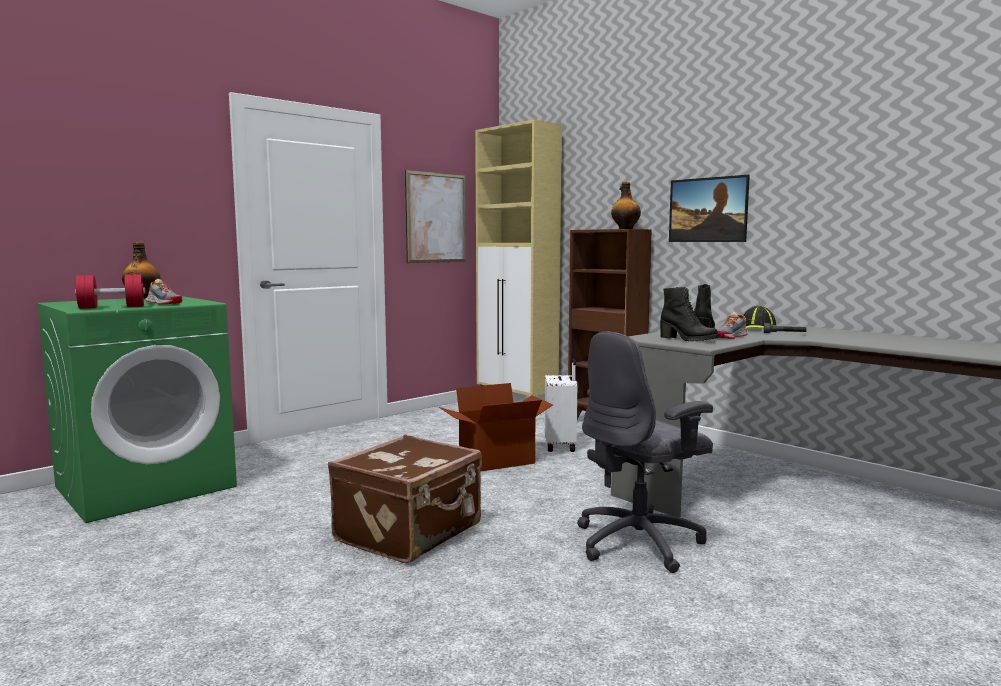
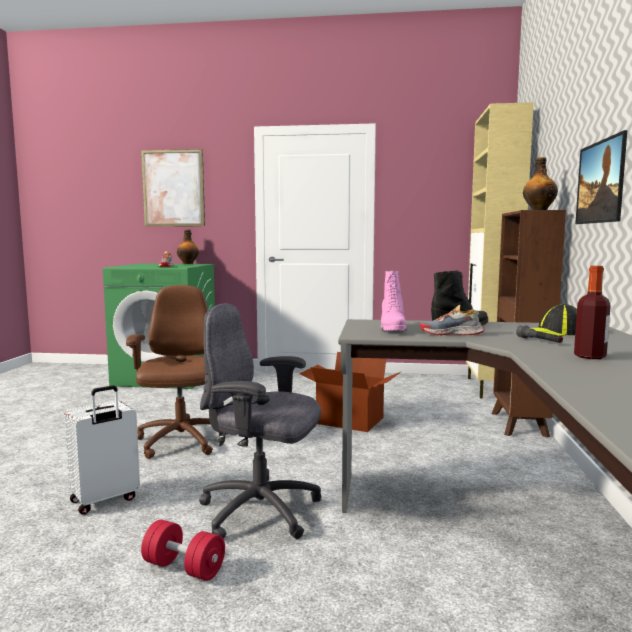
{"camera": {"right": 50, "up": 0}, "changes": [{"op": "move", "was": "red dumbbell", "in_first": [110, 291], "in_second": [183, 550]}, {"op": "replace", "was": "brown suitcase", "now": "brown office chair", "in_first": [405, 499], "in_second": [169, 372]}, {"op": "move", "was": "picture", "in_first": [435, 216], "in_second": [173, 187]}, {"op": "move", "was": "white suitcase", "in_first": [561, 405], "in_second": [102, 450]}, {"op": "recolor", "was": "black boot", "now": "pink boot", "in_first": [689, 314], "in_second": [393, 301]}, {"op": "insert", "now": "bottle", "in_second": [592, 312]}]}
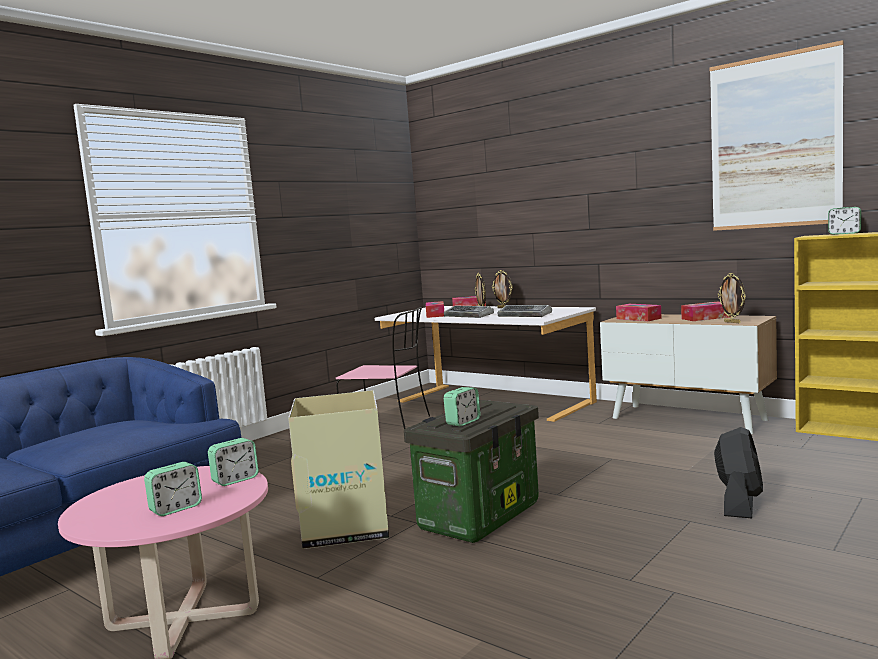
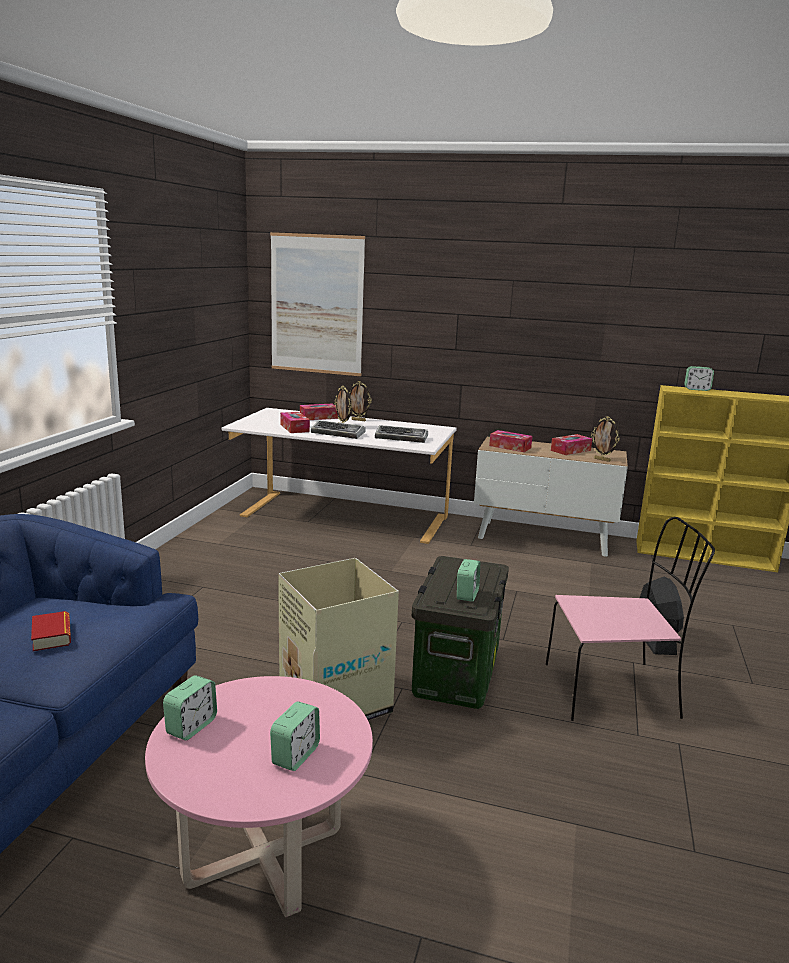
{"camera": {"right": -25, "up": 10}, "changes": [{"op": "move", "was": "alarm clock", "in_first": [233, 462], "in_second": [190, 707]}, {"op": "move", "was": "pink chair", "in_first": [383, 368], "in_second": [630, 619]}, {"op": "move", "was": "picture", "in_first": [776, 135], "in_second": [317, 304]}, {"op": "insert", "now": "book", "in_second": [51, 631]}]}
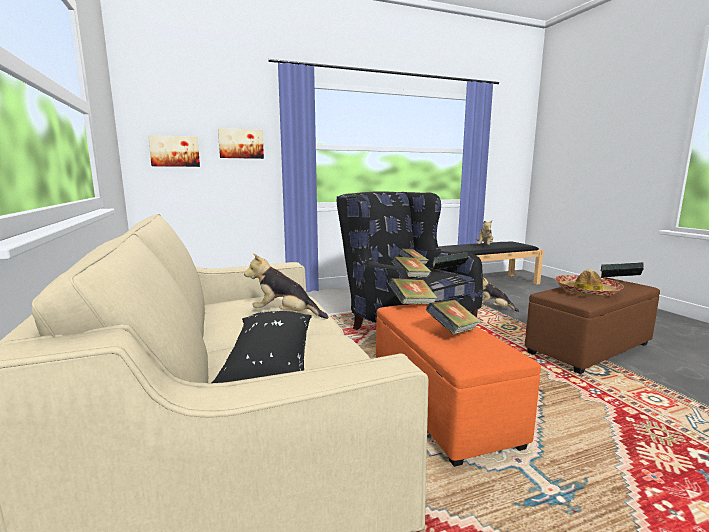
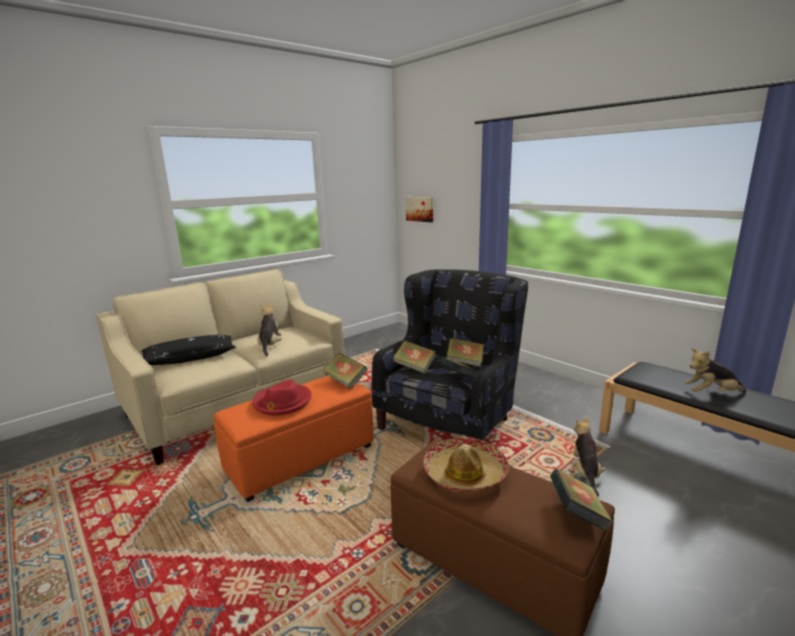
{"camera": {"right": 70, "up": 5}, "changes": [{"op": "delete", "was": "picture", "in_first": [241, 143]}, {"op": "replace", "was": "book", "now": "red hat", "in_first": [453, 317], "in_second": [281, 397]}]}
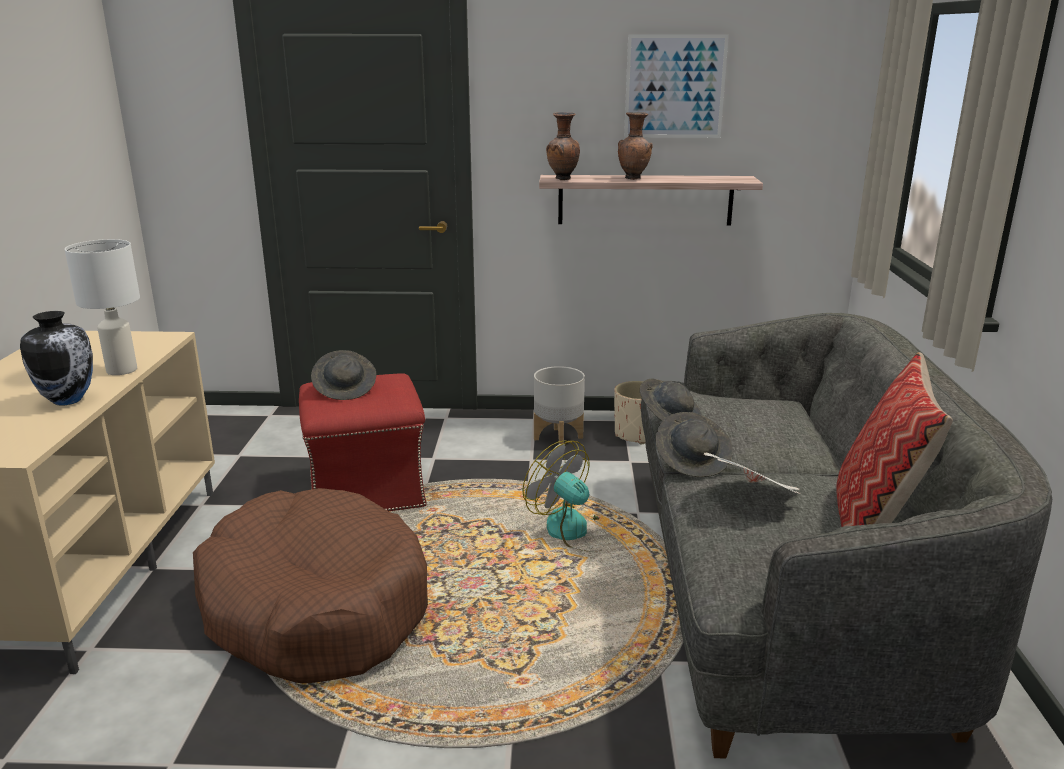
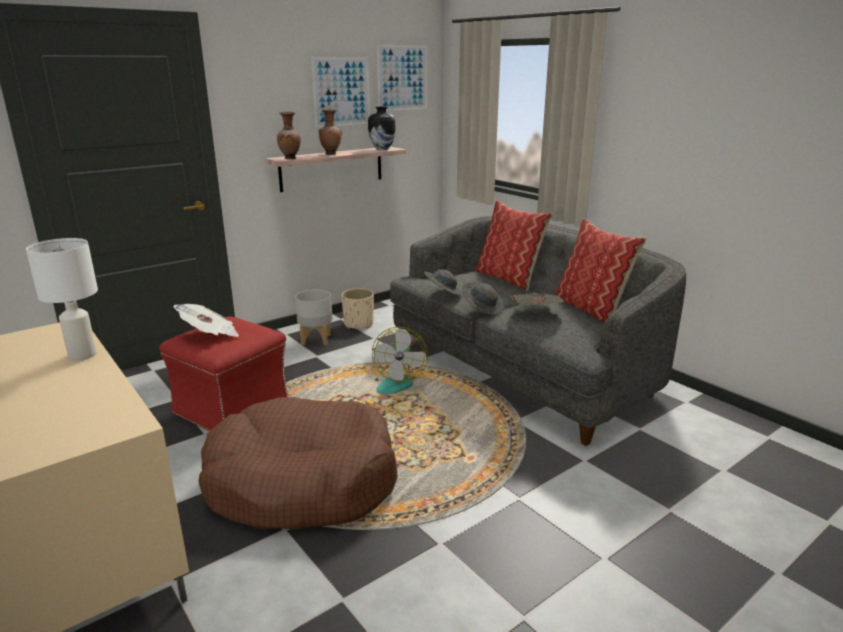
{"camera": {"right": -40, "up": 0}, "changes": [{"op": "move", "was": "vase", "in_first": [56, 358], "in_second": [382, 128]}, {"op": "replace", "was": "grey hat", "now": "newspaper", "in_first": [343, 375], "in_second": [206, 320]}, {"op": "rotate", "was": "fan", "in_first": [561, 496], "in_second": [400, 360], "clockwise": -90}, {"op": "insert", "now": "picture", "in_second": [402, 78]}, {"op": "insert", "now": "pillow", "in_second": [514, 245]}]}
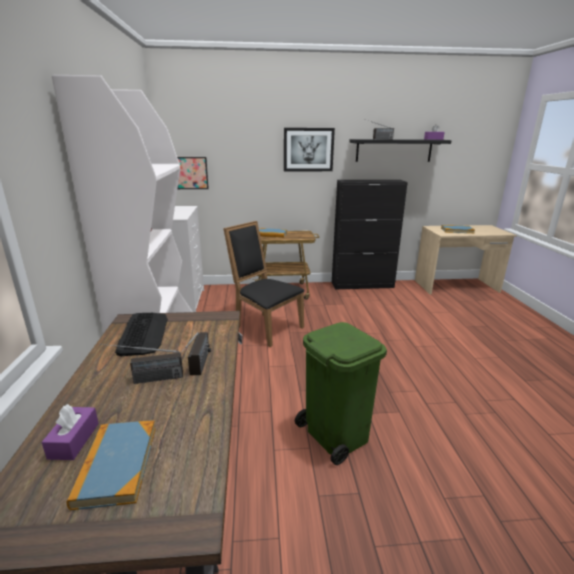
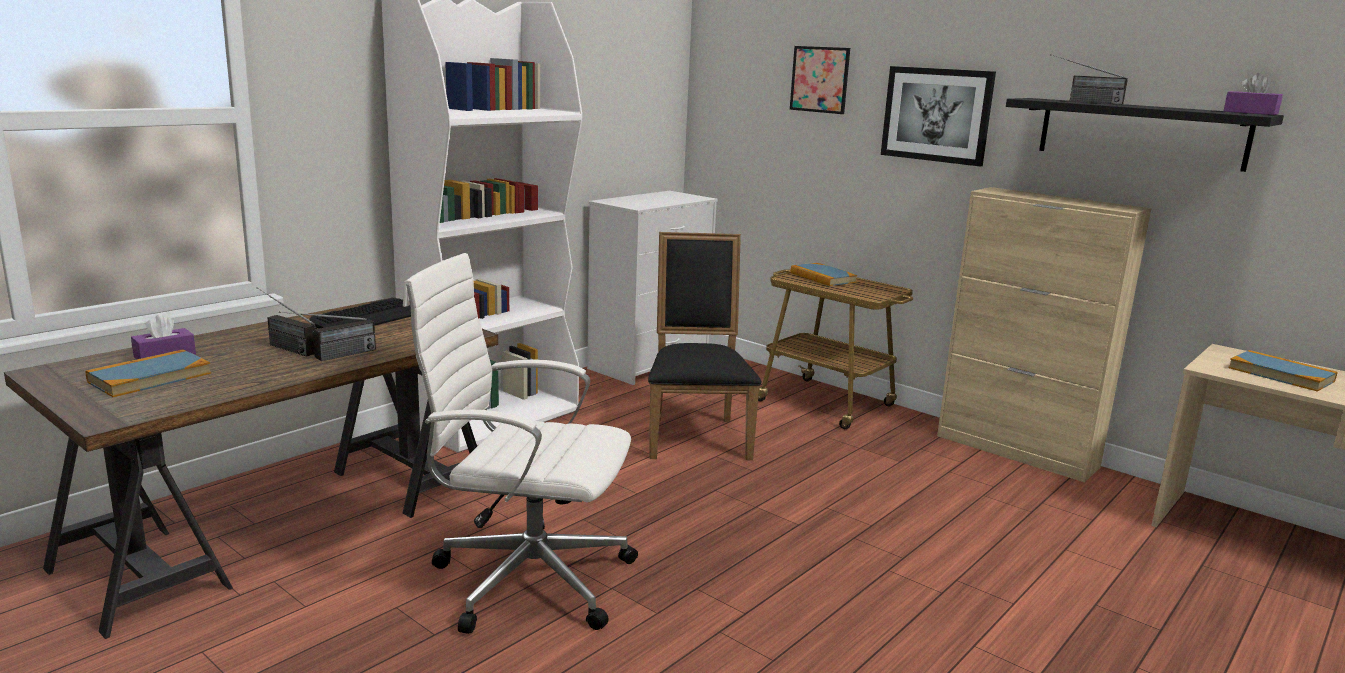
{"camera": {"right": 45, "up": -5}, "changes": [{"op": "move", "was": "picture", "in_first": [193, 173], "in_second": [820, 80]}, {"op": "replace", "was": "green trash can", "now": "white office chair", "in_first": [341, 393], "in_second": [520, 443]}, {"op": "recolor", "was": "black cabinet", "now": "beige cabinet", "in_first": [370, 234], "in_second": [1044, 334]}]}
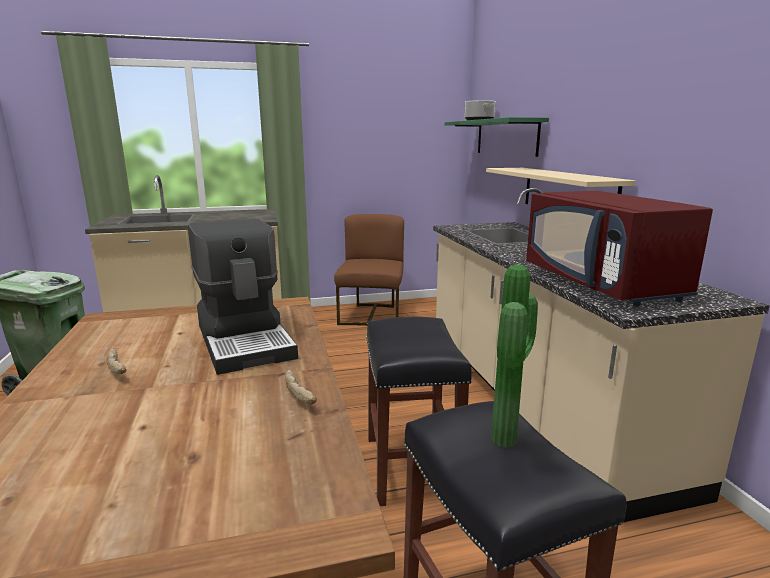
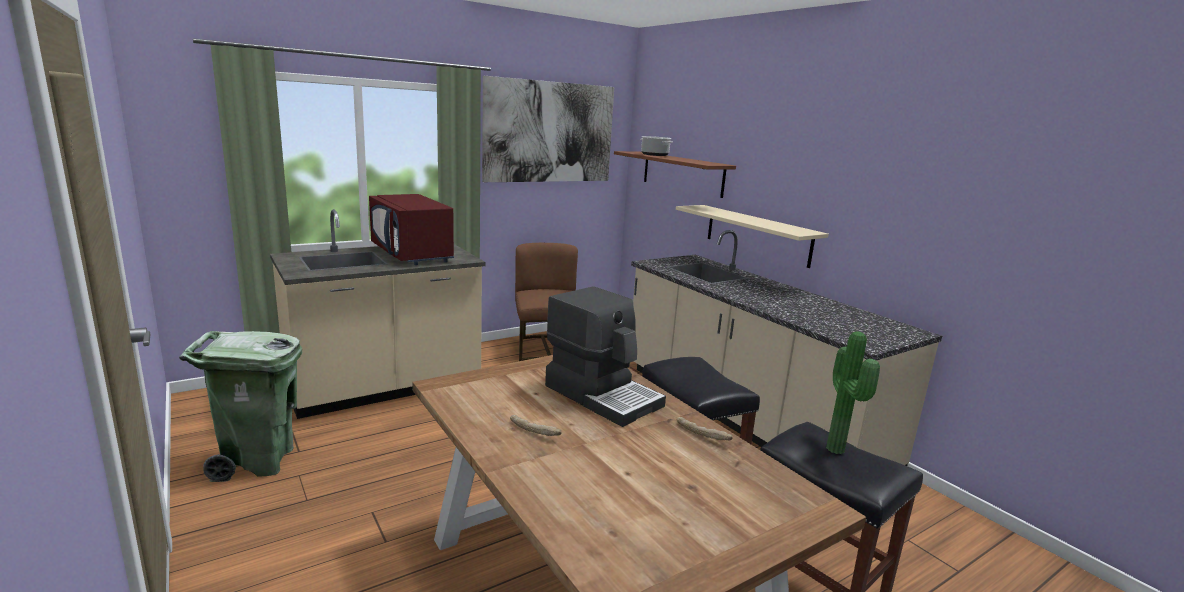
{"camera": {"right": -20, "up": 0}, "changes": [{"op": "recolor", "was": "green shelf", "now": "brown shelf", "in_first": [497, 137], "in_second": [675, 174]}, {"op": "move", "was": "red microwave", "in_first": [619, 249], "in_second": [411, 229]}, {"op": "insert", "now": "picture", "in_second": [548, 129]}]}
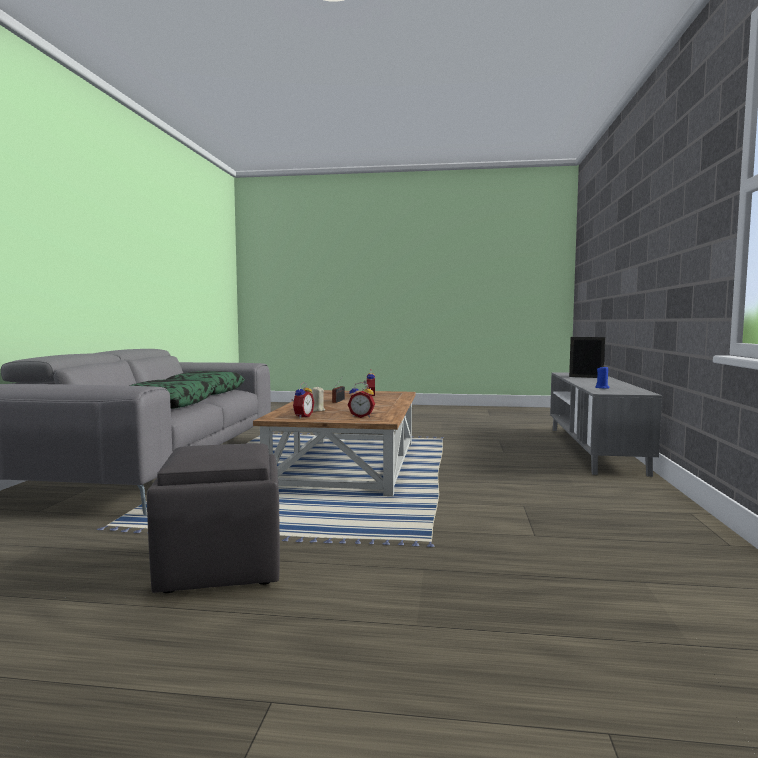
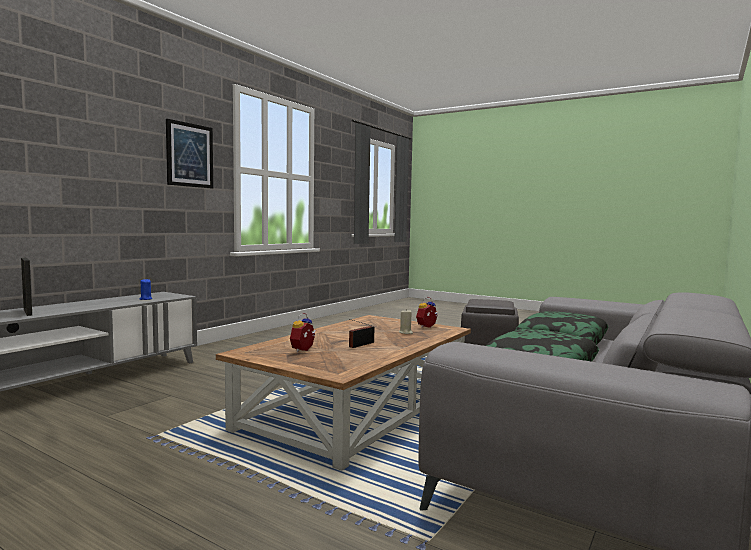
{"camera": {"right": -155, "up": 0}, "changes": [{"op": "delete", "was": "alarm clock", "in_first": [361, 400]}, {"op": "insert", "now": "picture", "in_second": [189, 153]}]}
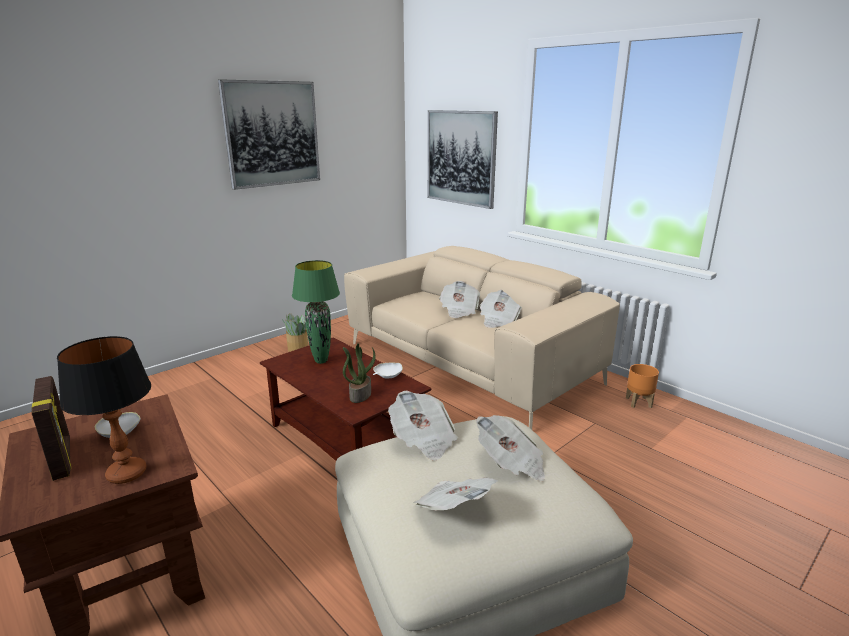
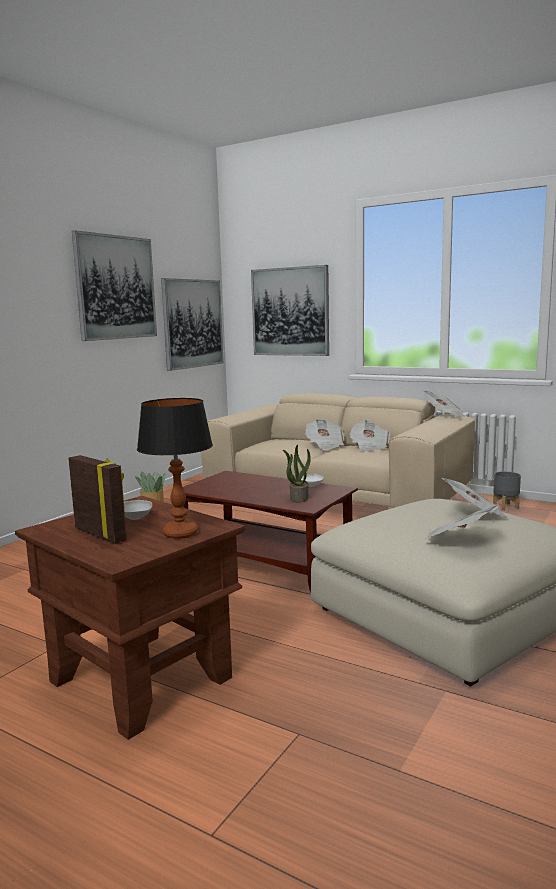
{"camera": {"right": -15, "up": -10}, "changes": [{"op": "delete", "was": "green table lamp", "in_first": [316, 312]}, {"op": "move", "was": "newspaper", "in_first": [423, 426], "in_second": [443, 404]}, {"op": "recolor", "was": "orange planter", "now": "grey planter", "in_first": [642, 386], "in_second": [507, 491]}, {"op": "insert", "now": "picture", "in_second": [192, 324]}]}
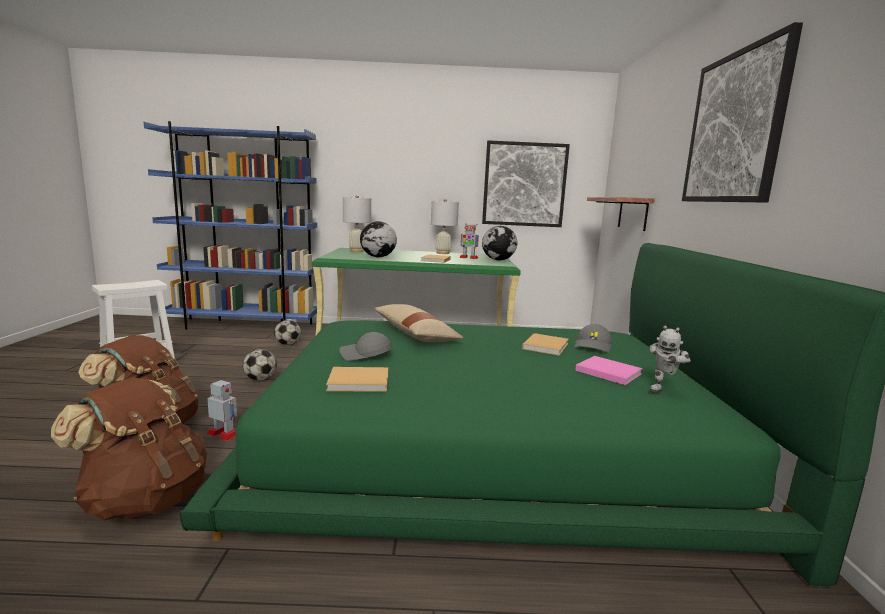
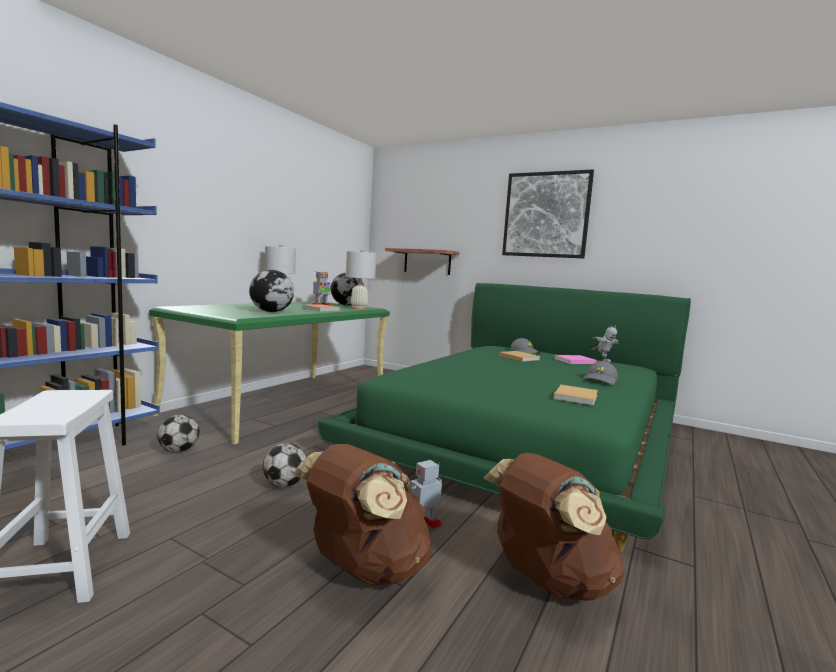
{"camera": {"right": -60, "up": -5}, "changes": [{"op": "move", "was": "grey cap", "in_first": [366, 346], "in_second": [600, 373]}, {"op": "move", "was": "white table lamp", "in_first": [357, 223], "in_second": [360, 280]}, {"op": "delete", "was": "beige pillow", "in_first": [418, 323]}, {"op": "delete", "was": "picture", "in_first": [526, 183]}]}
